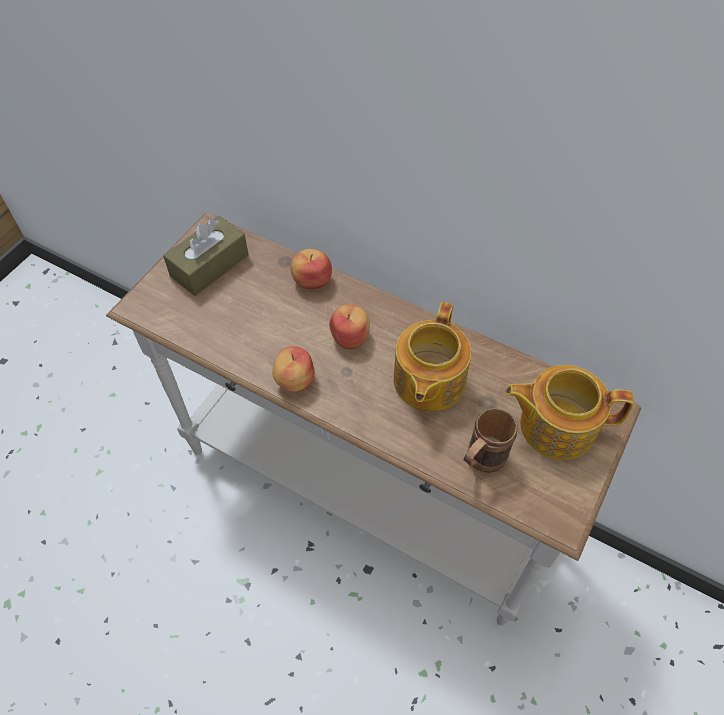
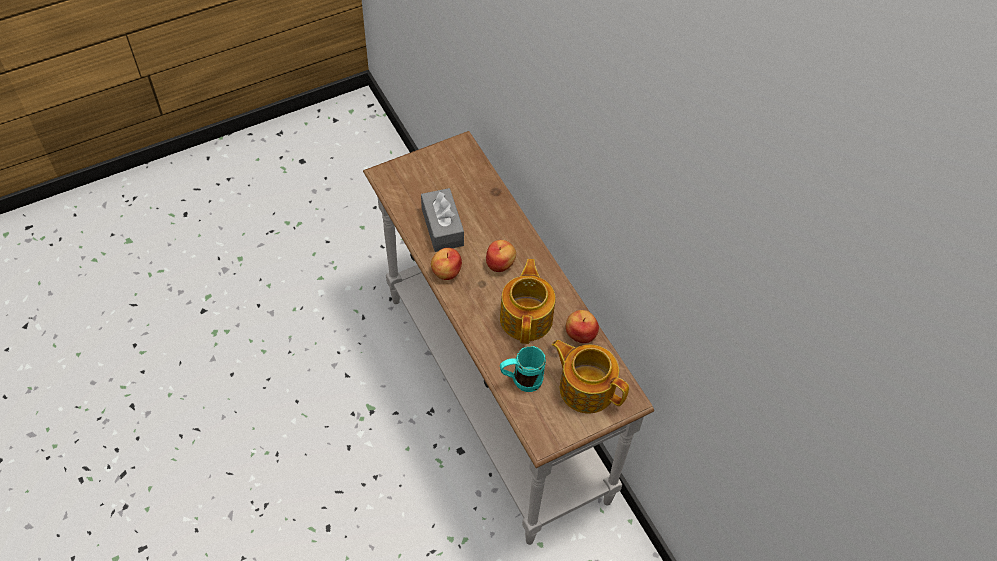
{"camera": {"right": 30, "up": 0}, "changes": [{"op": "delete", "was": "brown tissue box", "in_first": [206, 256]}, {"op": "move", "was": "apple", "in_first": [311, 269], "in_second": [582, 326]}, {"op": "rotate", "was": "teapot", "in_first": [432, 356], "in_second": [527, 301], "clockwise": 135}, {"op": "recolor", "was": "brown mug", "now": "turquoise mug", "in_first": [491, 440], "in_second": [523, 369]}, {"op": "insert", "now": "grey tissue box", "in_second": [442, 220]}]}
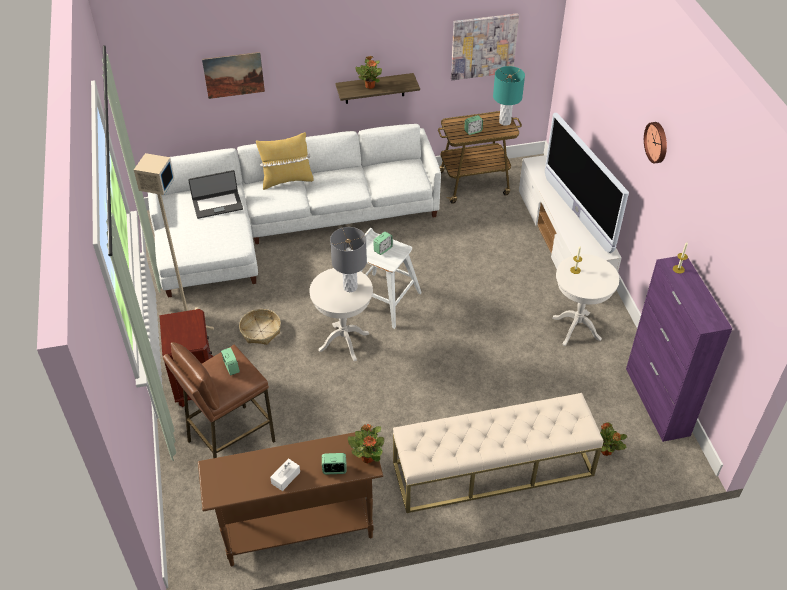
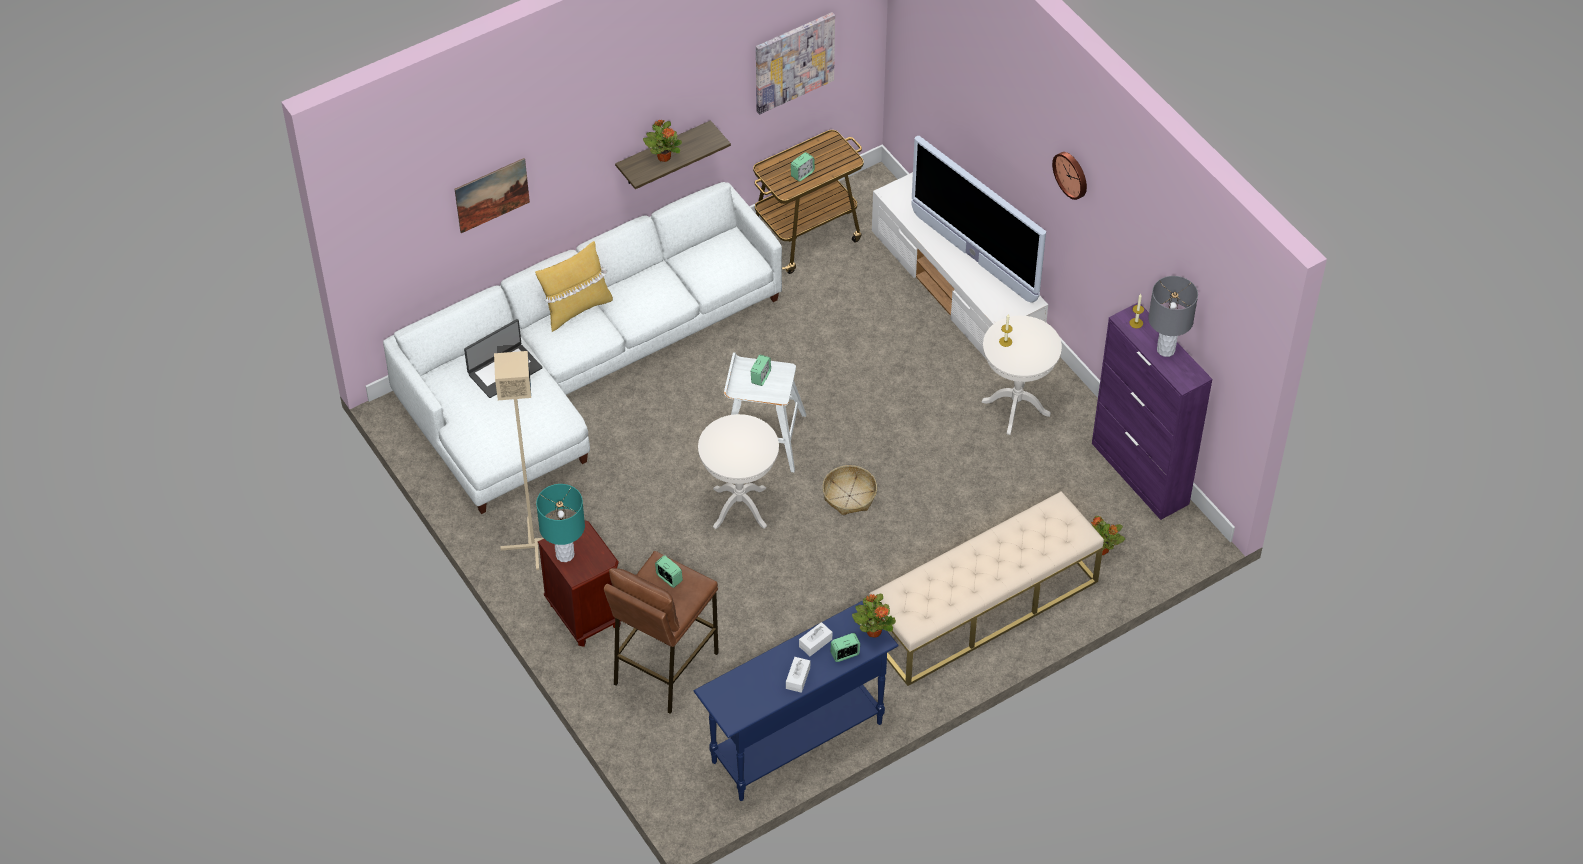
{"camera": {"right": -20, "up": 5}, "changes": [{"op": "recolor", "was": "brown console table", "now": "blue console table", "in_first": [290, 497], "in_second": [796, 701]}, {"op": "move", "was": "basket", "in_first": [260, 327], "in_second": [849, 490]}, {"op": "move", "was": "grey table lamp", "in_first": [348, 259], "in_second": [1173, 316]}, {"op": "move", "was": "turquoise table lamp", "in_first": [509, 96], "in_second": [560, 523]}, {"op": "insert", "now": "white tissue box", "in_second": [815, 639]}]}
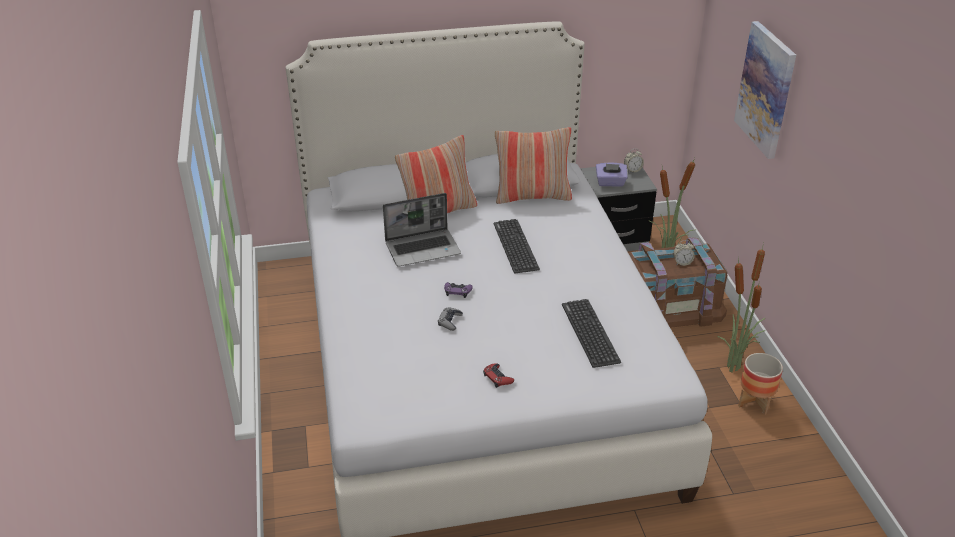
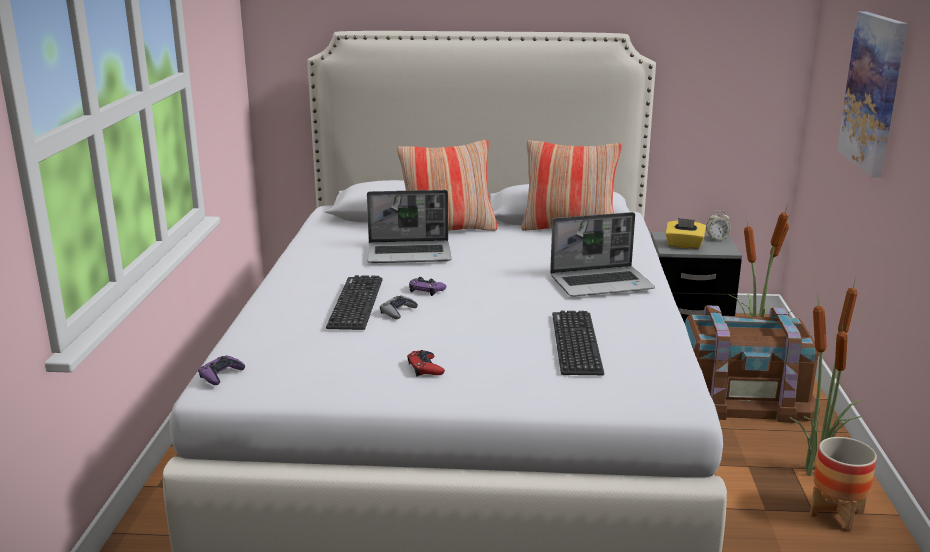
{"camera": {"right": 15, "up": -15}, "changes": [{"op": "move", "was": "keyboard", "in_first": [516, 246], "in_second": [354, 302]}, {"op": "recolor", "was": "purple tissue box", "now": "yellow tissue box", "in_first": [612, 174], "in_second": [685, 233]}, {"op": "delete", "was": "alarm clock", "in_first": [684, 253]}, {"op": "insert", "now": "purple game controller", "in_second": [221, 370]}, {"op": "insert", "now": "laptop", "in_second": [602, 254]}]}
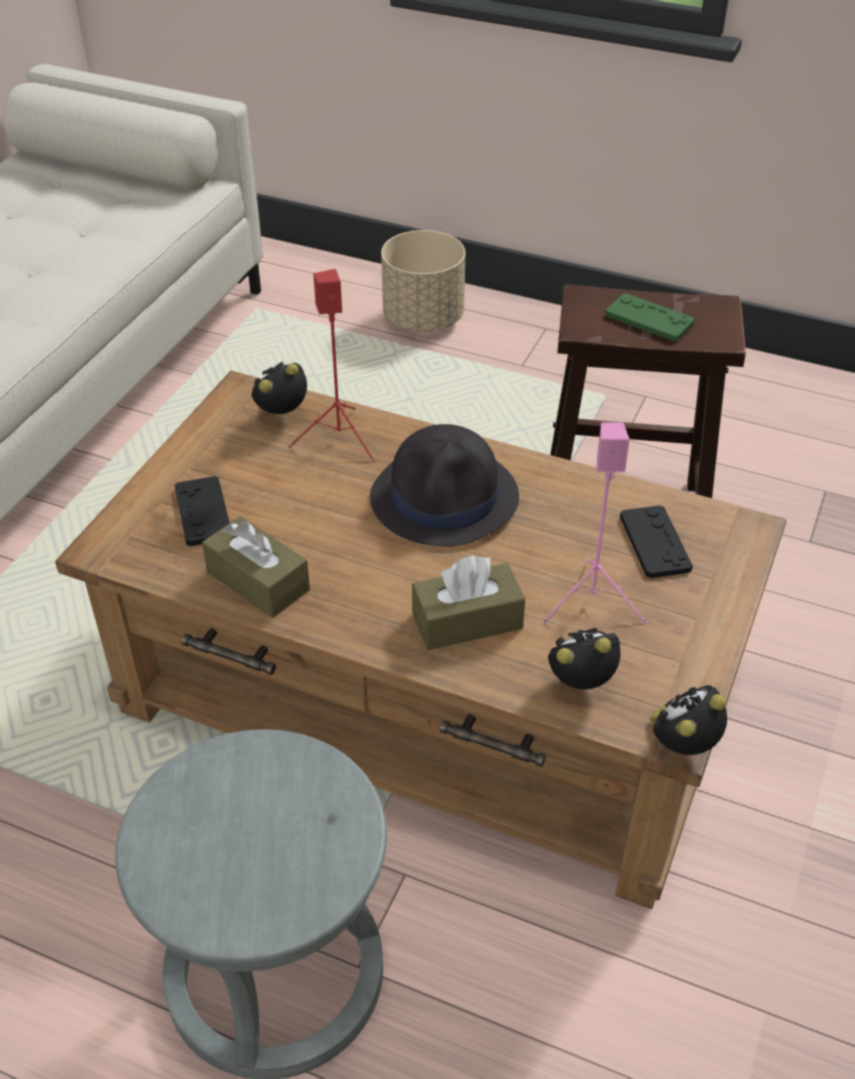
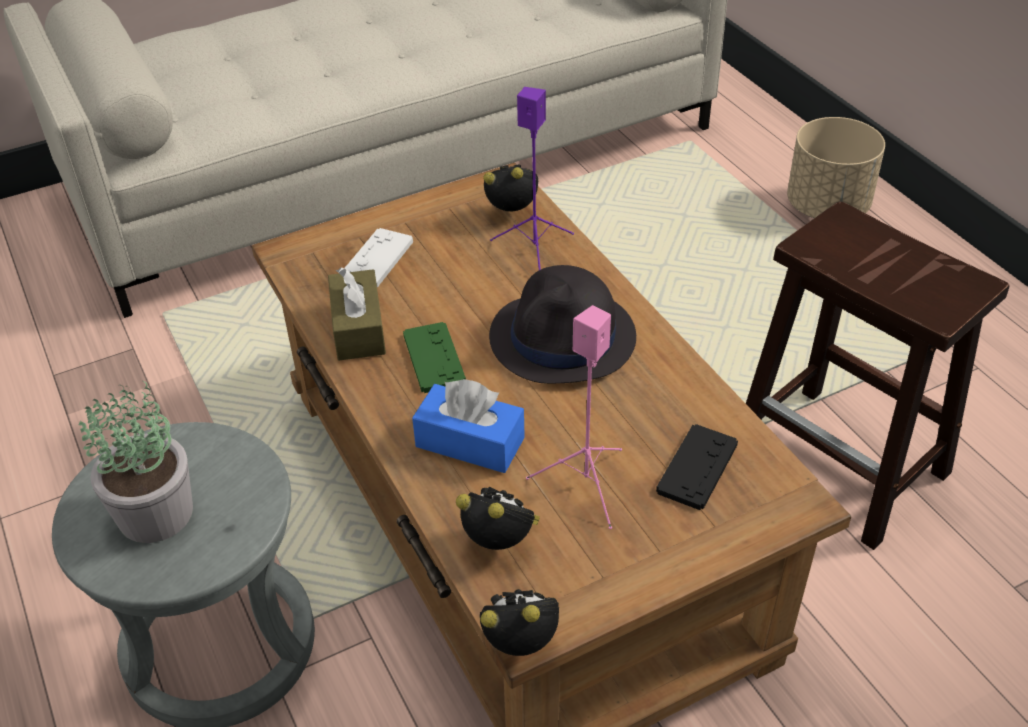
{"camera": {"right": 40, "up": 0}, "changes": [{"op": "recolor", "was": "black game controller", "now": "white game controller", "in_first": [202, 511], "in_second": [378, 257]}, {"op": "recolor", "was": "red speaker", "now": "purple speaker", "in_first": [331, 366], "in_second": [532, 178]}, {"op": "recolor", "was": "brown tissue box", "now": "blue tissue box", "in_first": [468, 602], "in_second": [468, 426]}, {"op": "move", "was": "green game controller", "in_first": [650, 317], "in_second": [434, 357]}, {"op": "insert", "now": "potted plant", "in_second": [136, 462]}]}
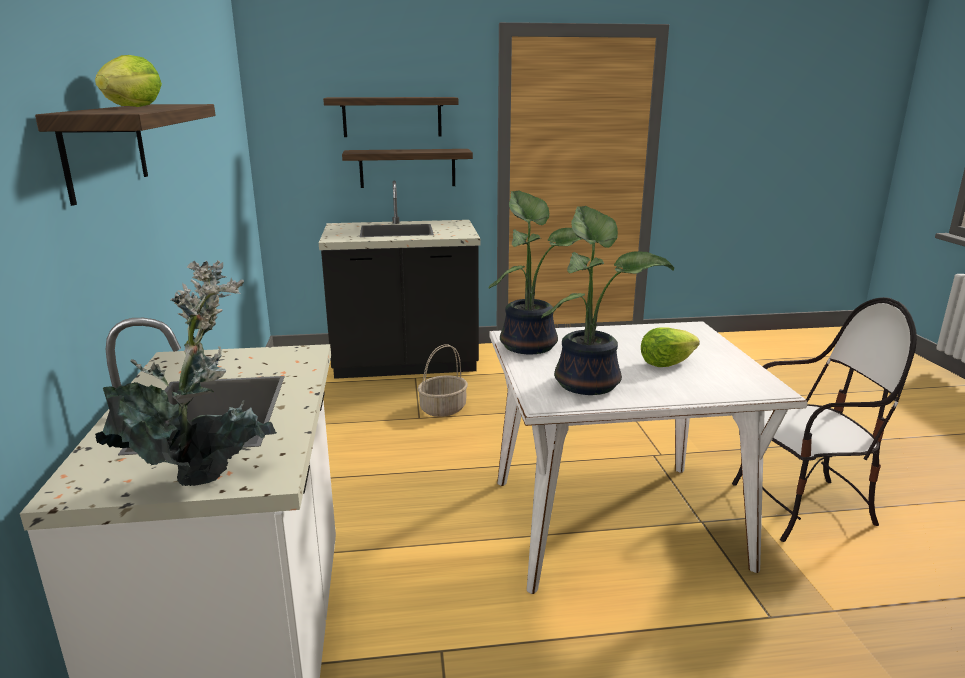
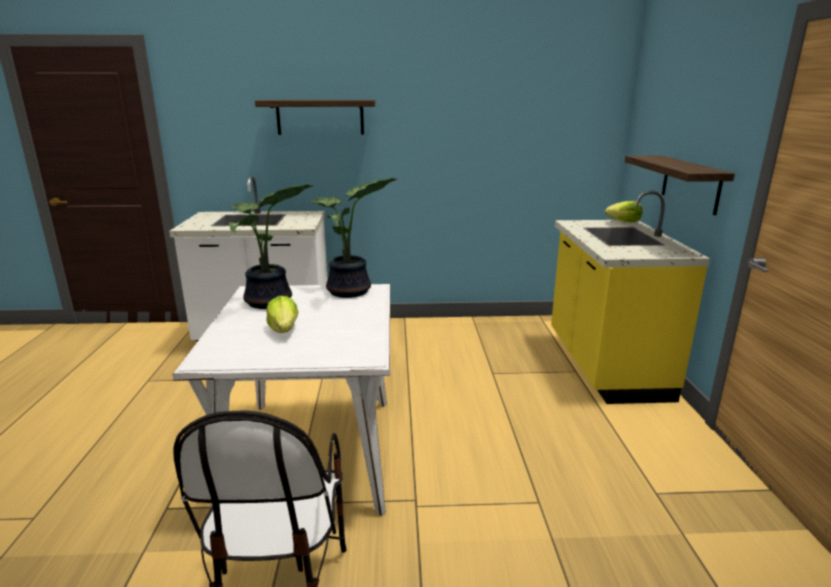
{"camera": {"right": 95, "up": 0}, "changes": [{"op": "move", "was": "lettuce", "in_first": [128, 81], "in_second": [624, 211]}, {"op": "delete", "was": "potted plant", "in_first": [186, 373]}, {"op": "recolor", "was": "black counter", "now": "yellow counter", "in_first": [399, 280], "in_second": [630, 297]}, {"op": "delete", "was": "shelf", "in_first": [391, 117]}, {"op": "delete", "was": "basket", "in_first": [443, 380]}]}
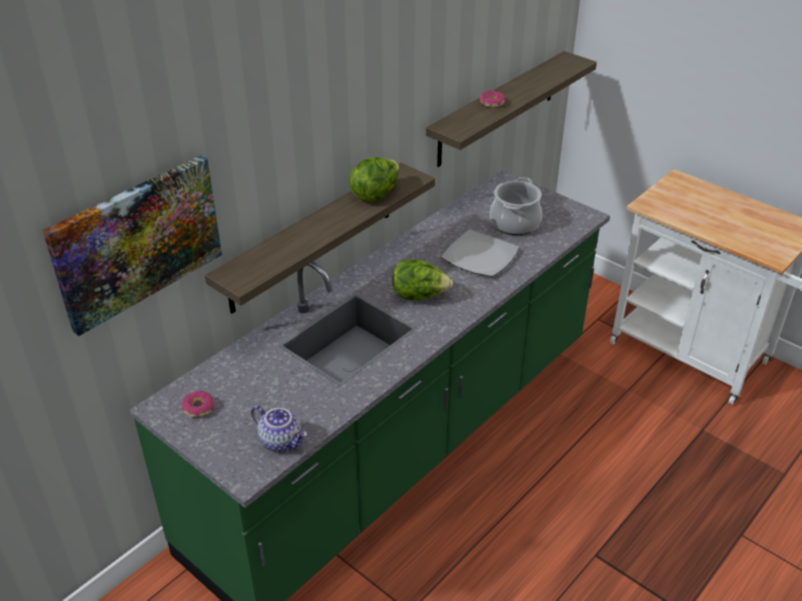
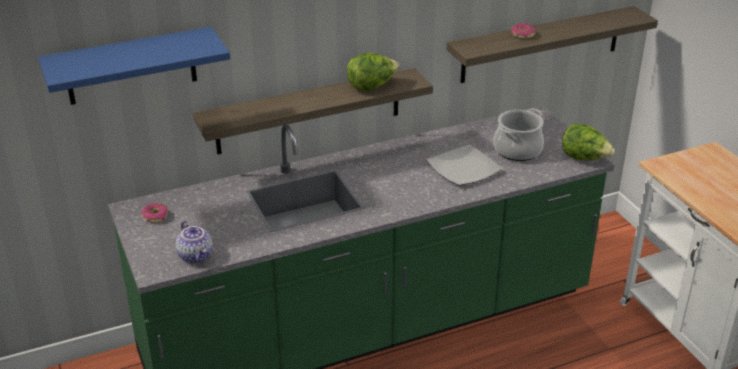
{"camera": {"right": 25, "up": -5}, "changes": [{"op": "replace", "was": "picture", "now": "blue shelf", "in_first": [132, 245], "in_second": [134, 66]}, {"op": "move", "was": "lettuce", "in_first": [422, 280], "in_second": [588, 141]}]}
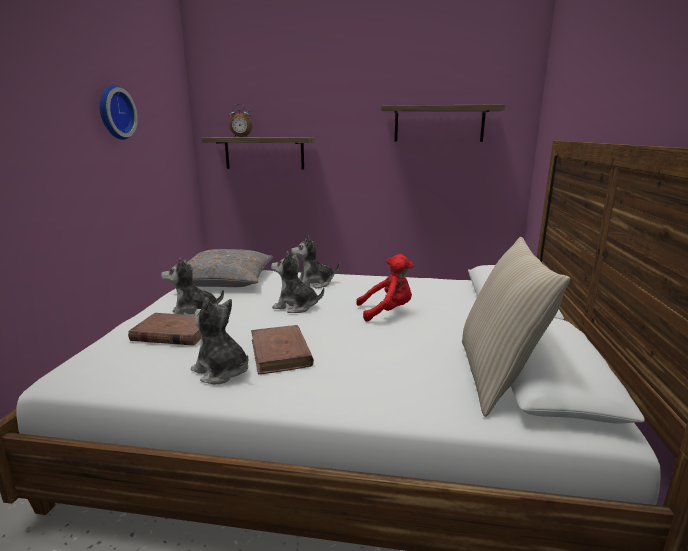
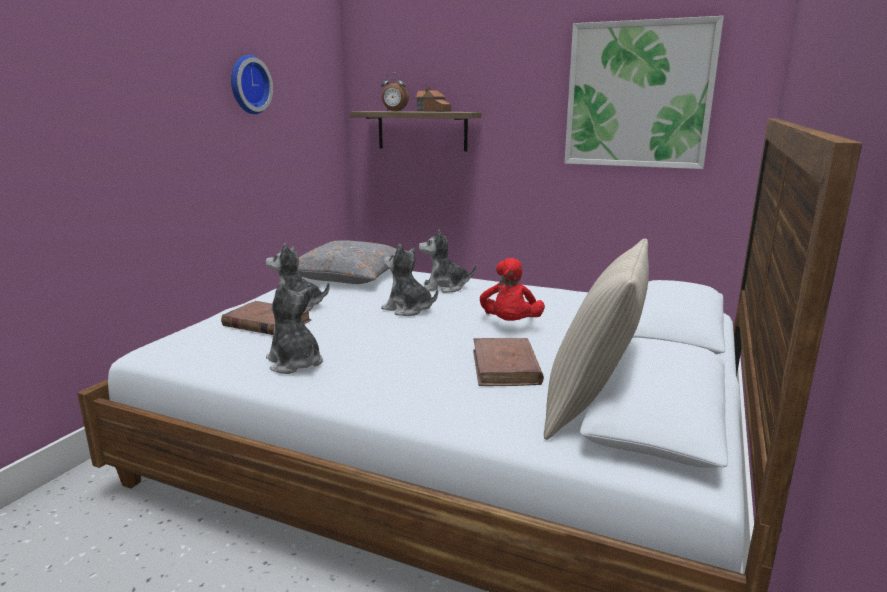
{"camera": {"right": 15, "up": 0}, "changes": [{"op": "move", "was": "brown book", "in_first": [282, 350], "in_second": [508, 362]}, {"op": "rotate", "was": "red plush toy", "in_first": [384, 288], "in_second": [512, 289], "clockwise": 90}, {"op": "replace", "was": "shelf", "now": "picture", "in_first": [443, 123], "in_second": [644, 92]}, {"op": "insert", "now": "toy house", "in_second": [433, 99]}]}
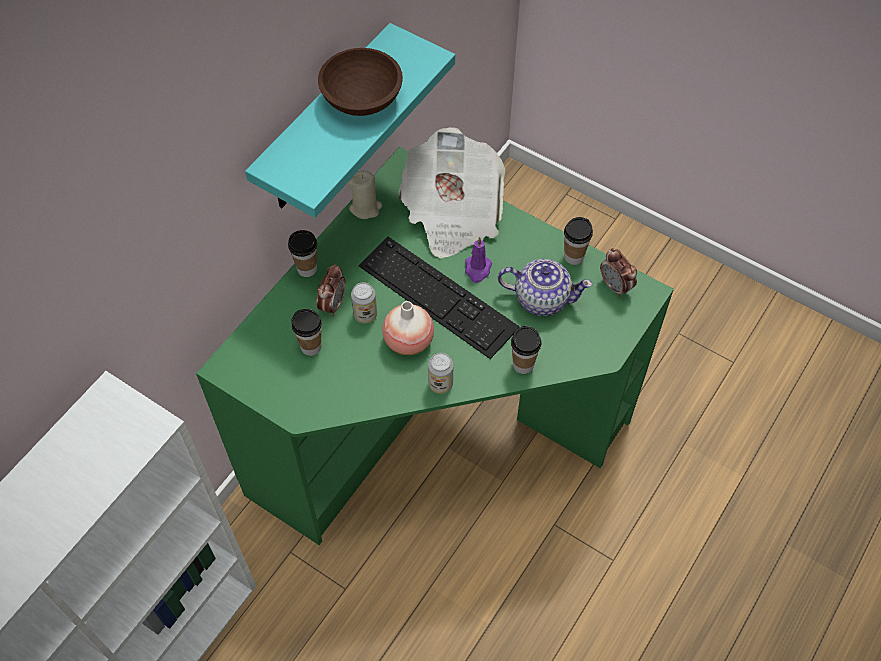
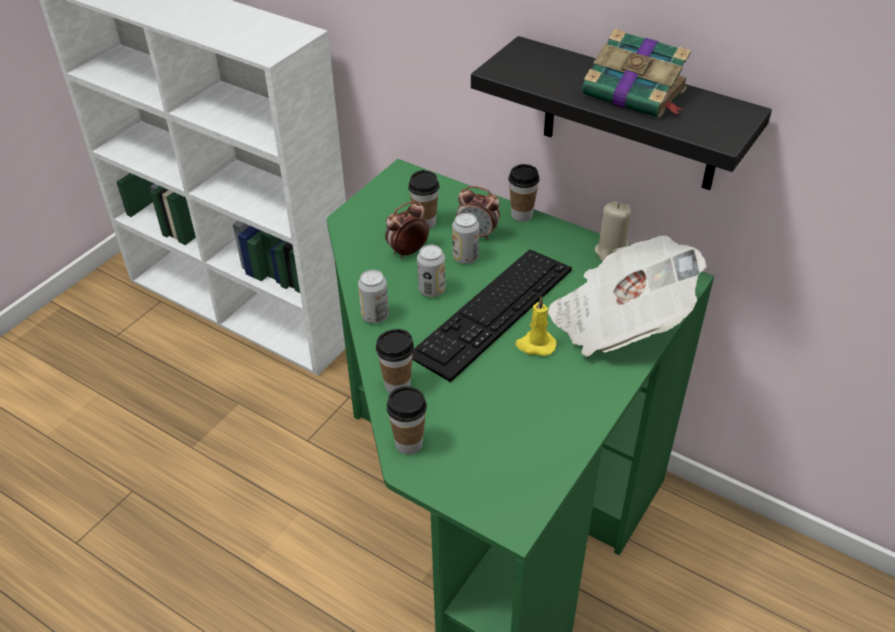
{"camera": {"right": 90, "up": -15}, "changes": [{"op": "recolor", "was": "turquoise shelf", "now": "black shelf", "in_first": [350, 120], "in_second": [621, 113]}, {"op": "replace", "was": "brown bowl", "now": "book", "in_first": [360, 82], "in_second": [636, 73]}, {"op": "replace", "was": "vase", "now": "can", "in_first": [408, 328], "in_second": [431, 271]}, {"op": "recolor", "was": "purple candle", "now": "yellow candle", "in_first": [478, 260], "in_second": [535, 326]}, {"op": "delete", "was": "teapot", "in_first": [545, 287]}, {"op": "move", "was": "cup", "in_first": [578, 241], "in_second": [407, 420]}, {"op": "move", "was": "alarm clock", "in_first": [618, 272], "in_second": [407, 230]}]}
